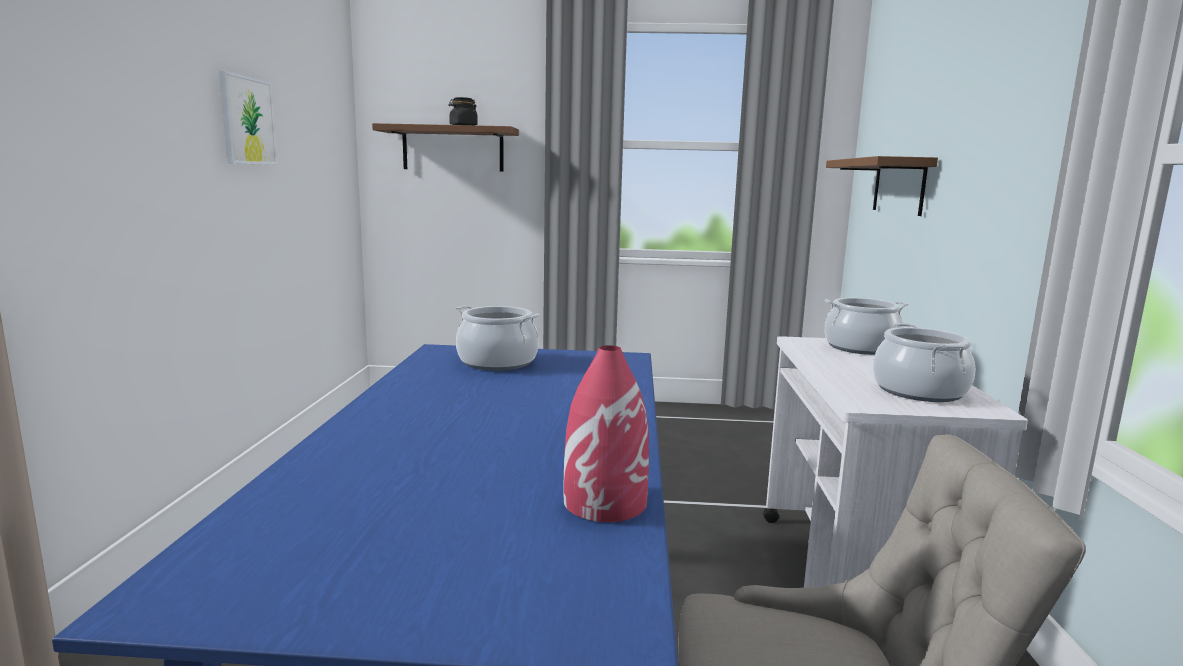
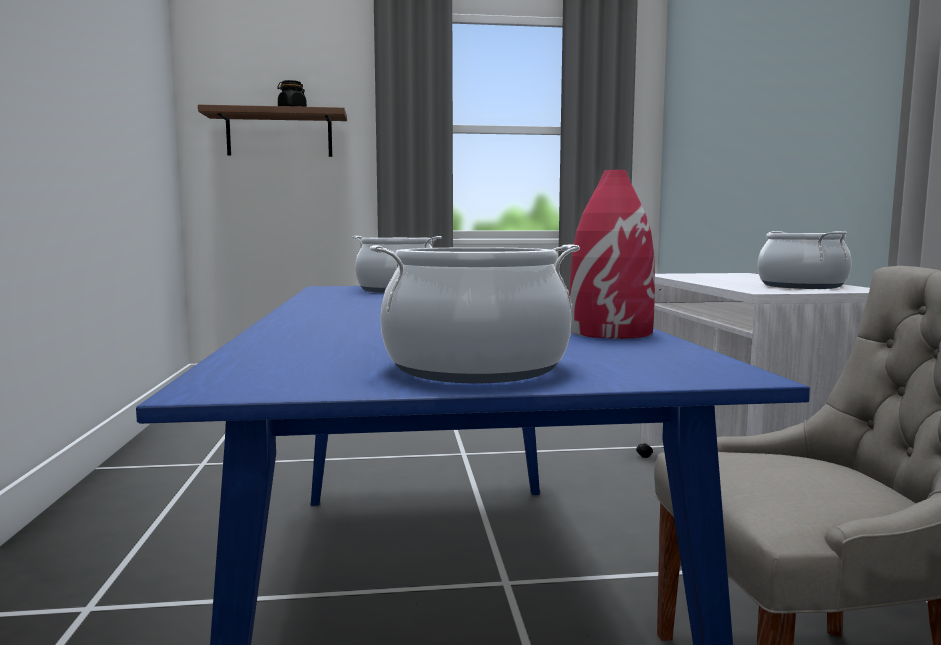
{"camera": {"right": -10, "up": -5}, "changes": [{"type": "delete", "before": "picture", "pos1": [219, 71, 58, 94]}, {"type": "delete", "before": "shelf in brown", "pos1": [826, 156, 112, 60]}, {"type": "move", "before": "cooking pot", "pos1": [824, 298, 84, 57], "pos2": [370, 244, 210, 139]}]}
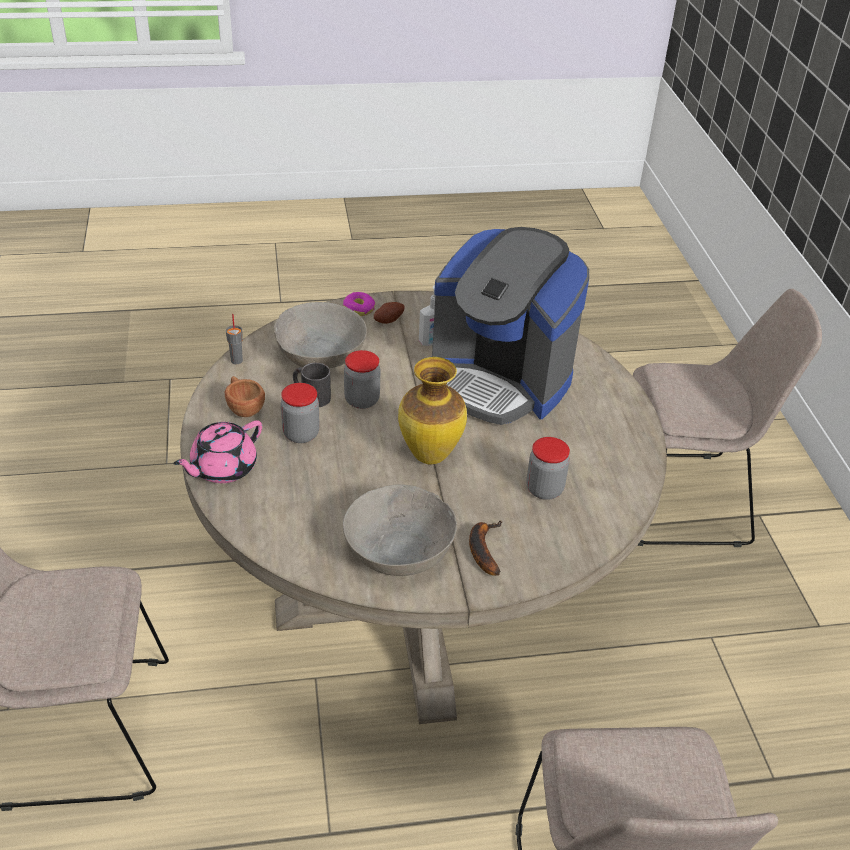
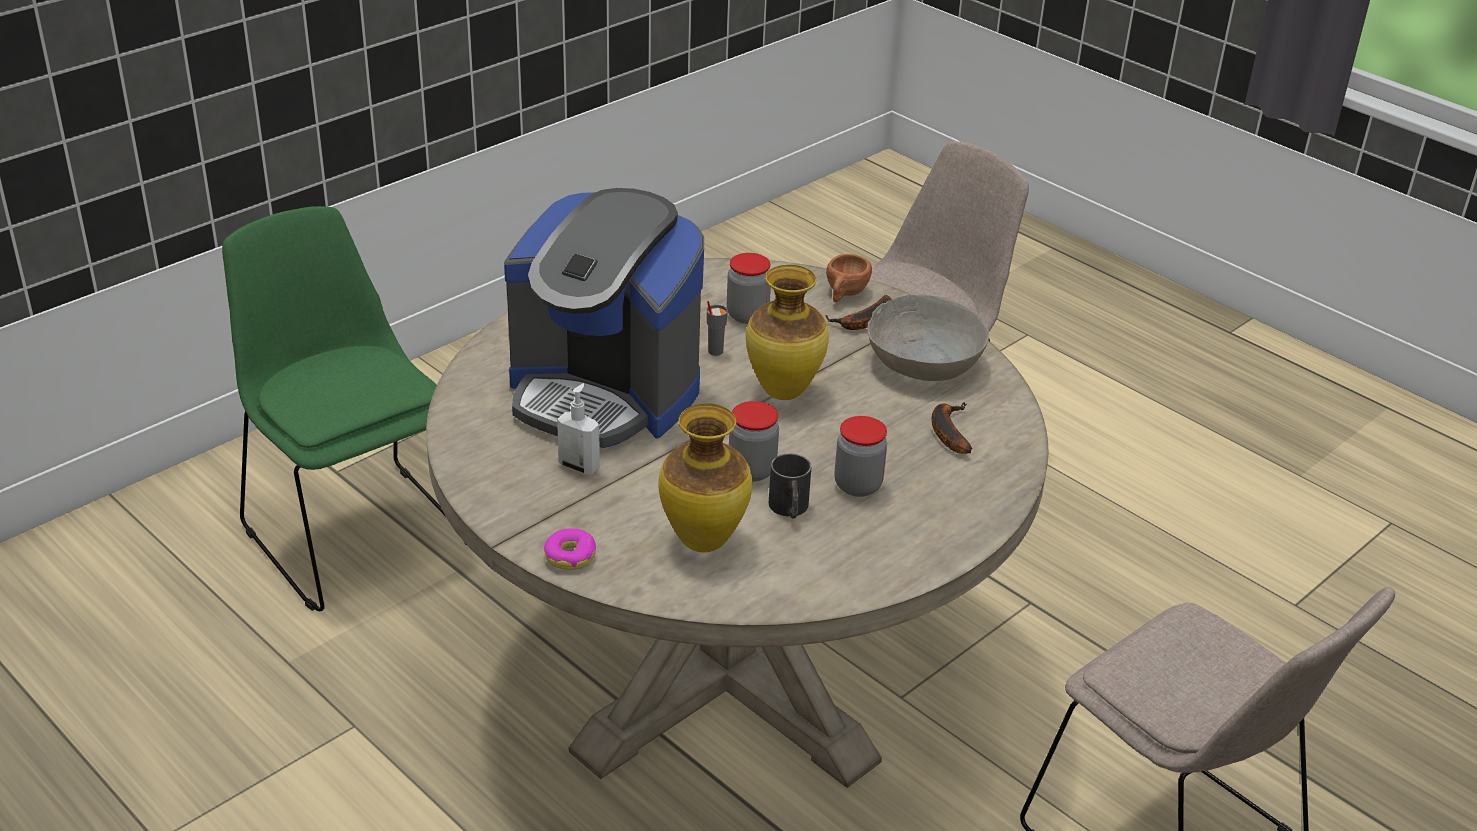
{"camera": {"right": -125, "up": -5}, "changes": [{"type": "delete", "before": "teapot in pink", "pos1": [173, 420, 89, 63]}, {"type": "delete", "before": "potato", "pos1": [374, 302, 31, 22]}, {"type": "insert", "after": "banana", "pos2": [932, 402, 40, 52]}, {"type": "move", "before": "cup in brown", "pos1": [225, 376, 40, 41], "pos2": [826, 254, 46, 48]}, {"type": "move", "before": "cup in grey", "pos1": [226, 314, 17, 50], "pos2": [707, 301, 21, 55]}, {"type": "replace", "before": "bowl in grey", "after": "vase", "pos1": [274, 302, 93, 66], "pos2": [658, 404, 94, 148]}, {"type": "recolor", "before": "chair in beige", "after": "chair in green", "pos1": [633, 289, 189, 258], "pos2": [222, 206, 244, 405]}, {"type": "rotate", "before": "coffee machine", "pos1": [432, 227, 157, 198], "pos2": [504, 188, 200, 260], "turn": 120}]}
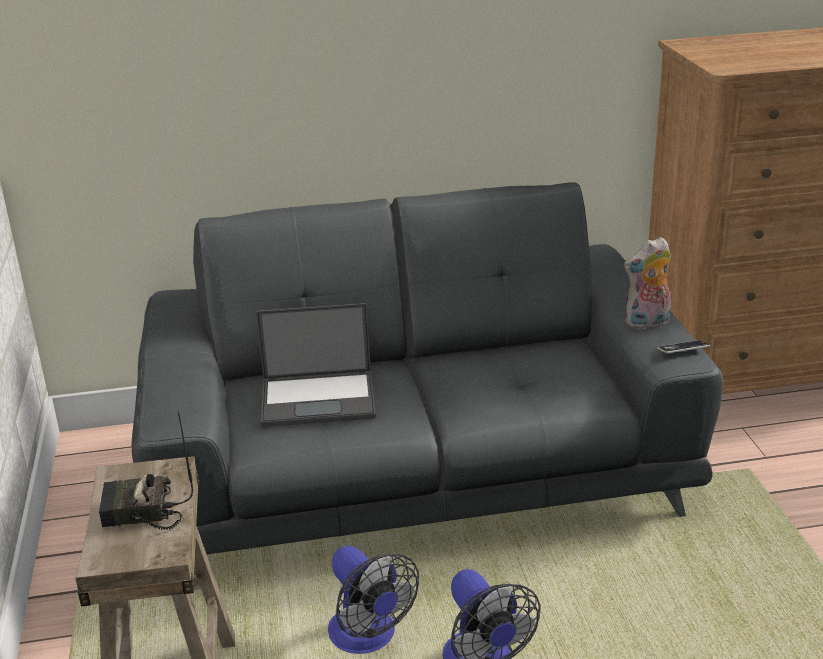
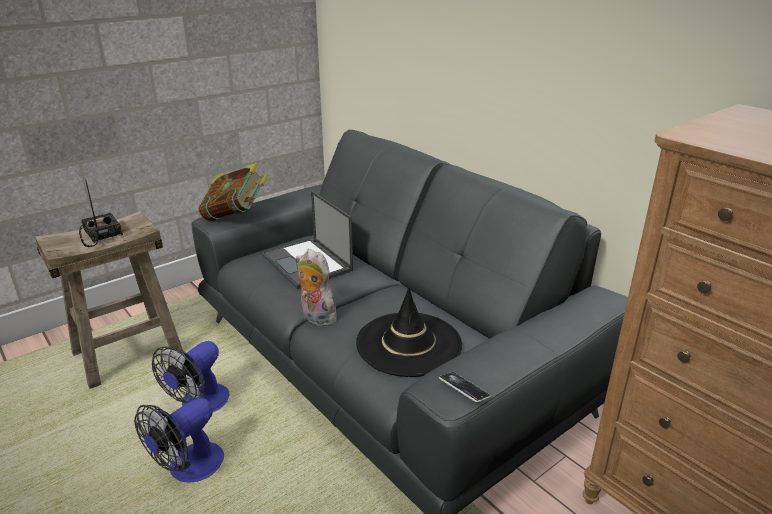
{"camera": {"right": 60, "up": 0}, "changes": [{"type": "insert", "after": "book", "pos2": [198, 163, 70, 58]}, {"type": "insert", "after": "hat in black", "pos2": [356, 287, 106, 90]}, {"type": "move", "before": "plush toy", "pos1": [624, 237, 47, 93], "pos2": [296, 249, 42, 78]}]}
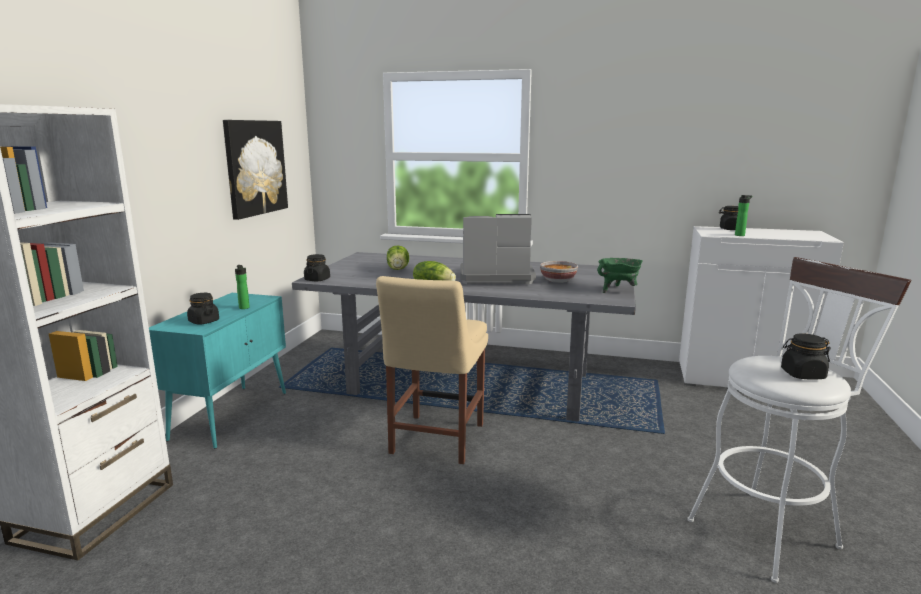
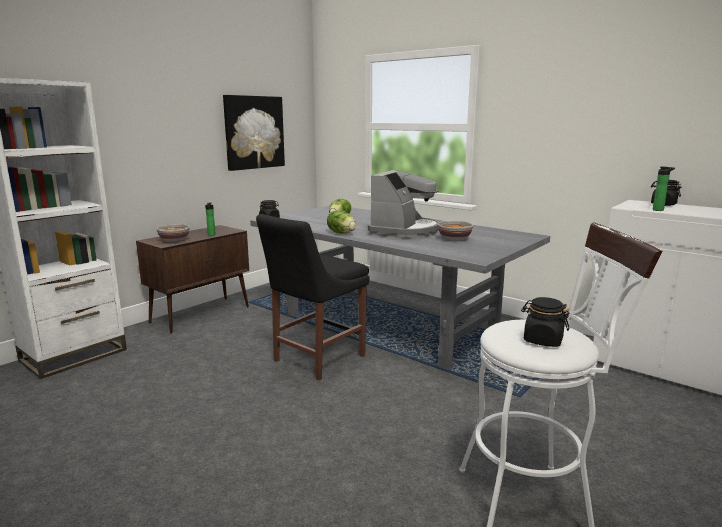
{"camera": {"right": 25, "up": 0}, "changes": [{"type": "delete", "before": "cooking pot in green", "pos1": [597, 258, 45, 35]}, {"type": "replace", "before": "jar in black", "after": "bowl", "pos1": [187, 293, 32, 32], "pos2": [157, 224, 33, 18]}, {"type": "recolor", "before": "cabinet in turquoise", "after": "cabinet in brown", "pos1": [149, 293, 137, 156], "pos2": [136, 225, 113, 109]}, {"type": "recolor", "before": "chair in beige", "after": "chair in black", "pos1": [376, 276, 112, 188], "pos2": [256, 214, 114, 166]}, {"type": "rotate", "before": "coffee machine", "pos1": [460, 214, 76, 70], "pos2": [368, 170, 72, 68], "turn": 90}]}
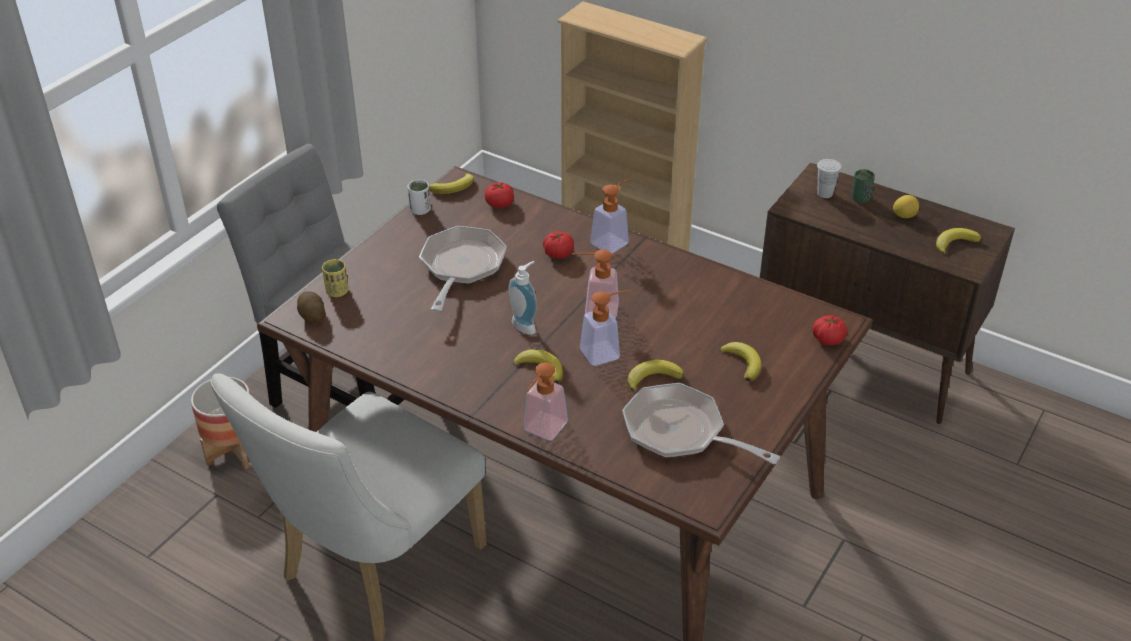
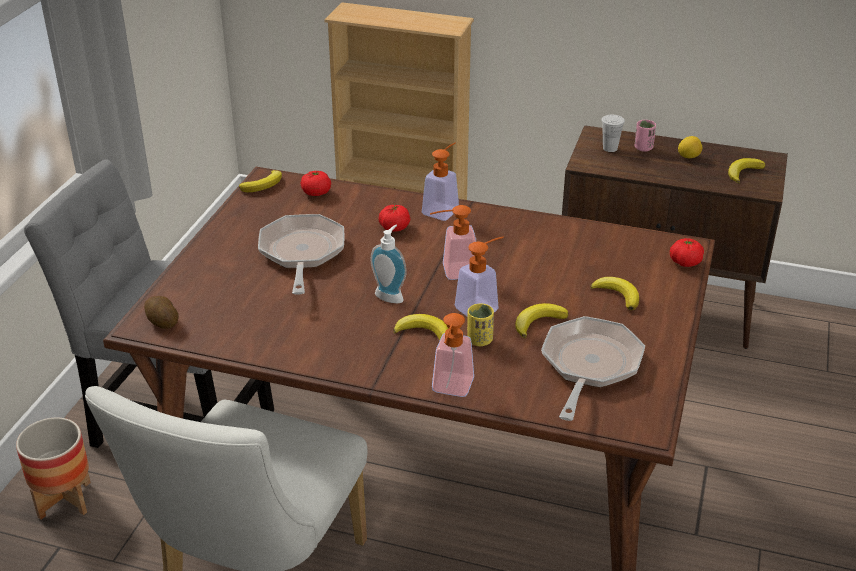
{"camera": {"right": -15, "up": -5}, "changes": [{"type": "delete", "before": "cup in white", "pos1": [408, 180, 23, 35]}, {"type": "move", "before": "cup in yellow", "pos1": [322, 259, 27, 38], "pos2": [467, 304, 27, 42]}, {"type": "recolor", "before": "cup in green", "after": "cup in pink", "pos1": [851, 169, 24, 34], "pos2": [635, 120, 21, 32]}, {"type": "rotate", "before": "frying pan", "pos1": [622, 383, 158, 81], "pos2": [541, 316, 104, 105], "turn": 90}]}
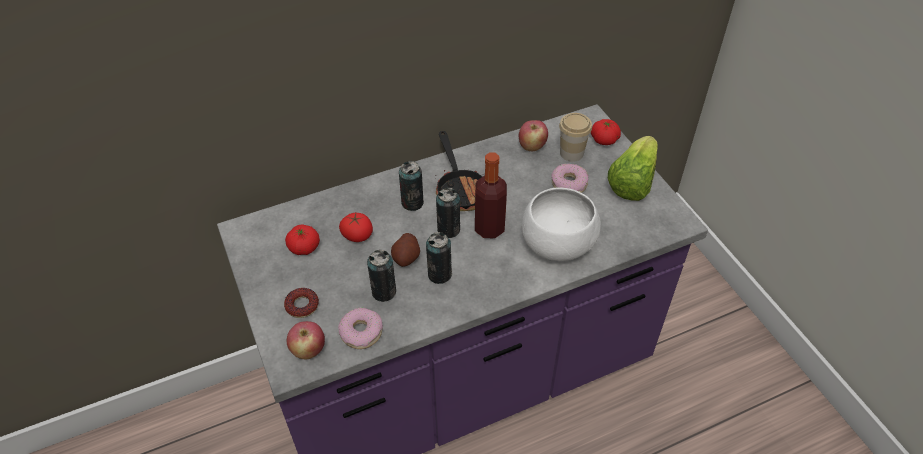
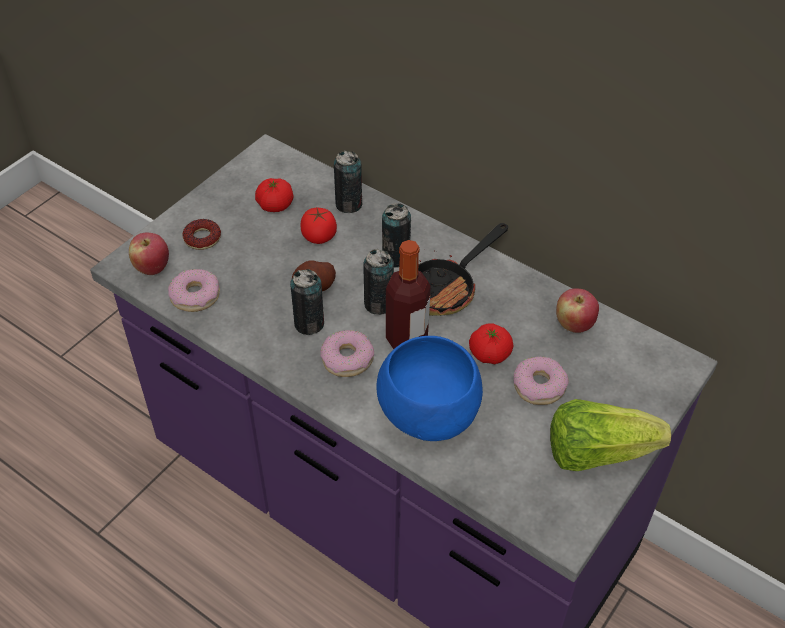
{"camera": {"right": 60, "up": 0}, "changes": [{"type": "delete", "before": "cup", "pos1": [559, 113, 33, 49]}, {"type": "insert", "after": "donut", "pos2": [320, 330, 54, 47]}, {"type": "move", "before": "can", "pos1": [367, 250, 29, 52], "pos2": [334, 150, 29, 63]}, {"type": "move", "before": "tomato", "pos1": [591, 119, 30, 26], "pos2": [469, 324, 45, 40]}, {"type": "recolor", "before": "bowl in white", "after": "bowl in blue", "pos1": [522, 187, 79, 74], "pos2": [377, 336, 106, 105]}]}
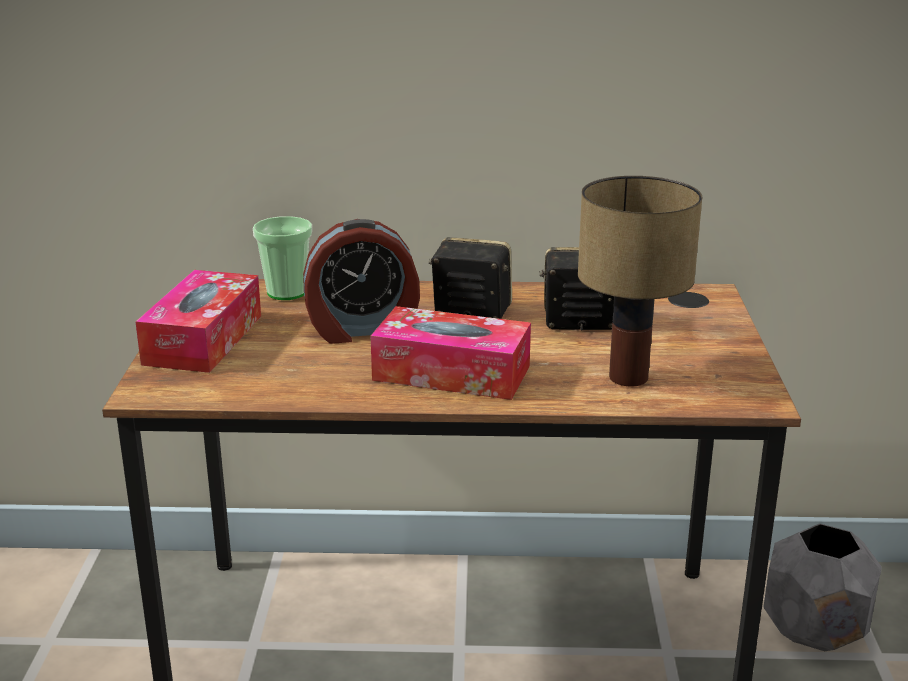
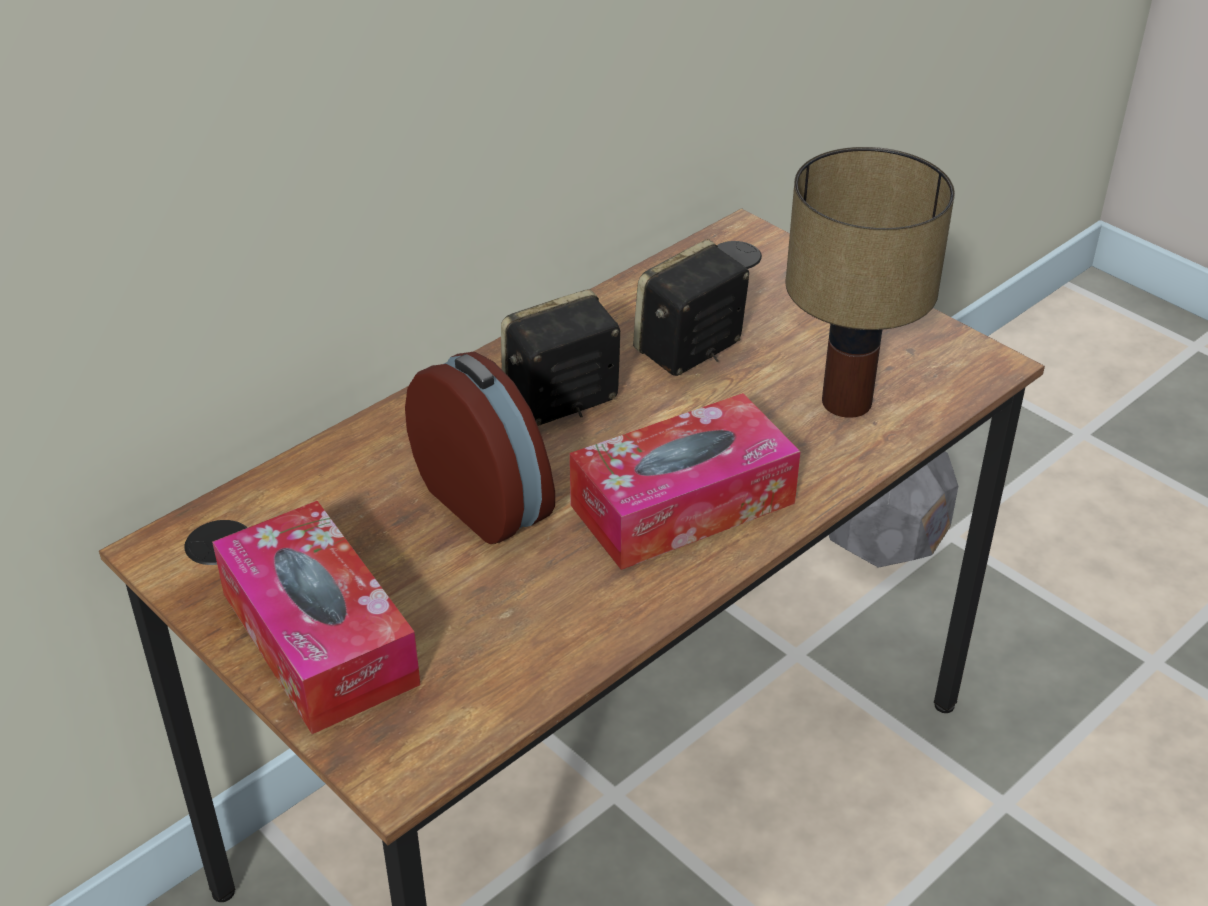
{"camera": {"right": -45, "up": 15}, "changes": [{"type": "delete", "before": "cup", "pos1": [253, 216, 59, 84]}, {"type": "rotate", "before": "alarm clock", "pos1": [303, 219, 117, 125], "pos2": [405, 352, 150, 192], "turn": -75}]}
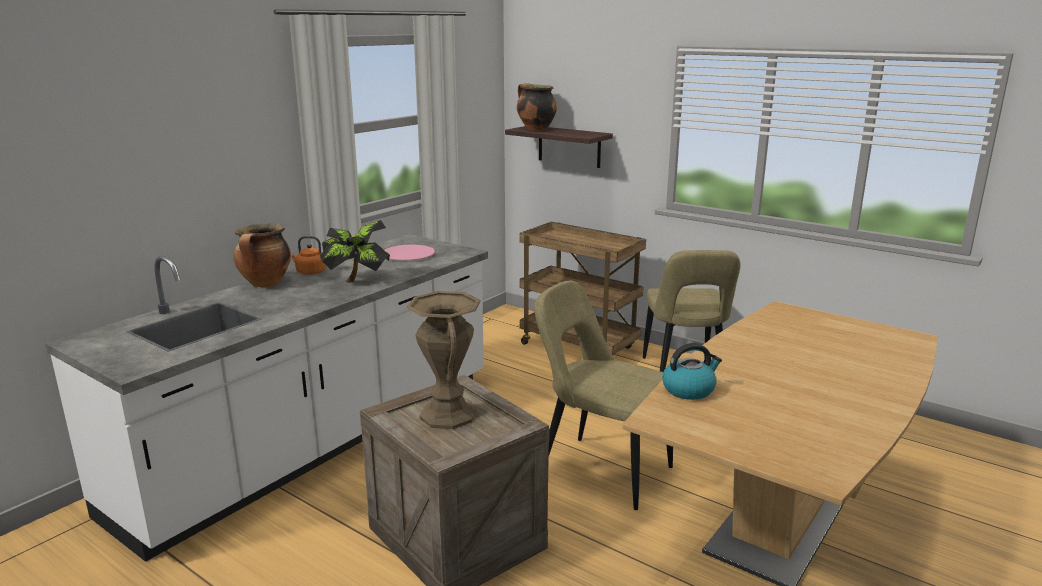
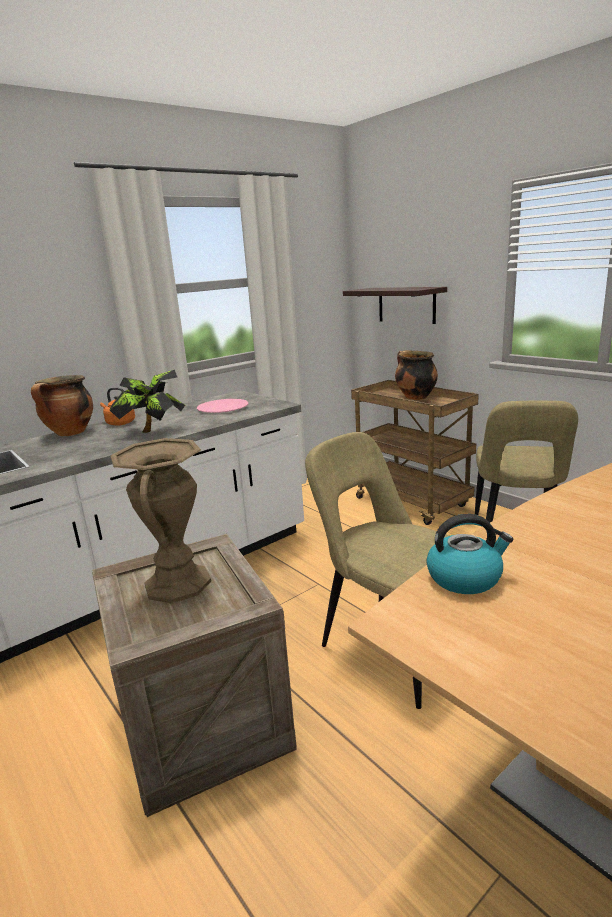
{"camera": {"right": 15, "up": 0}, "changes": [{"type": "move", "before": "cooking pot", "pos1": [517, 83, 40, 48], "pos2": [395, 350, 43, 50]}]}
